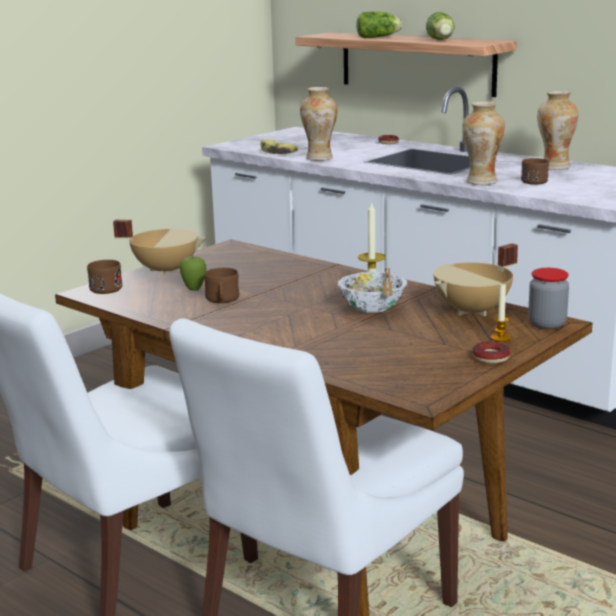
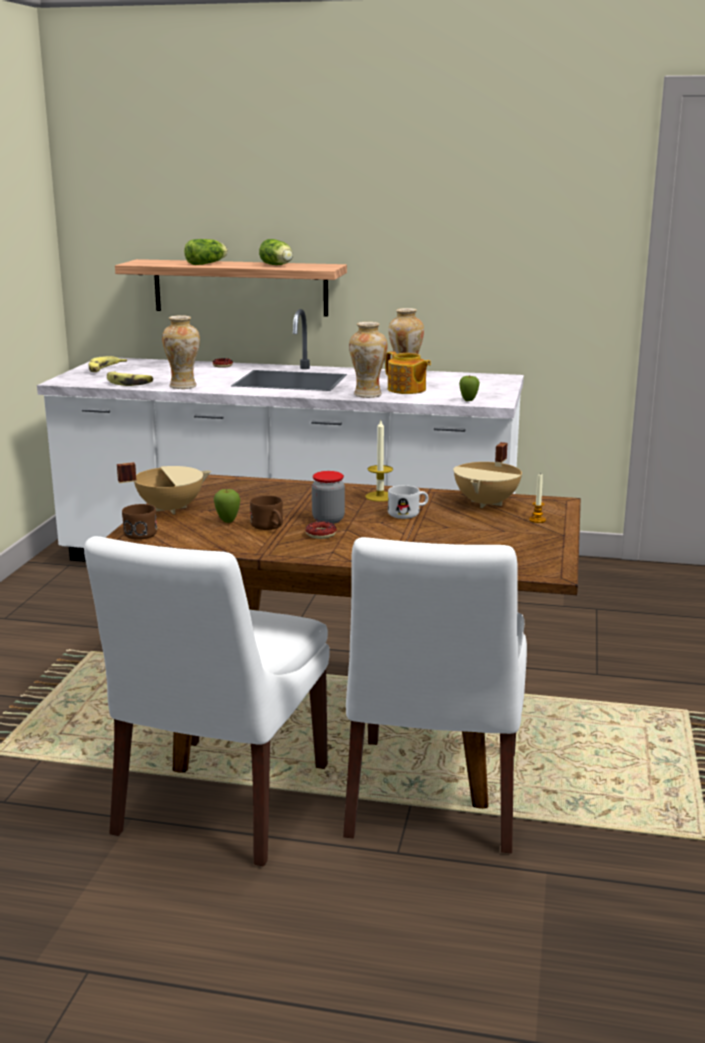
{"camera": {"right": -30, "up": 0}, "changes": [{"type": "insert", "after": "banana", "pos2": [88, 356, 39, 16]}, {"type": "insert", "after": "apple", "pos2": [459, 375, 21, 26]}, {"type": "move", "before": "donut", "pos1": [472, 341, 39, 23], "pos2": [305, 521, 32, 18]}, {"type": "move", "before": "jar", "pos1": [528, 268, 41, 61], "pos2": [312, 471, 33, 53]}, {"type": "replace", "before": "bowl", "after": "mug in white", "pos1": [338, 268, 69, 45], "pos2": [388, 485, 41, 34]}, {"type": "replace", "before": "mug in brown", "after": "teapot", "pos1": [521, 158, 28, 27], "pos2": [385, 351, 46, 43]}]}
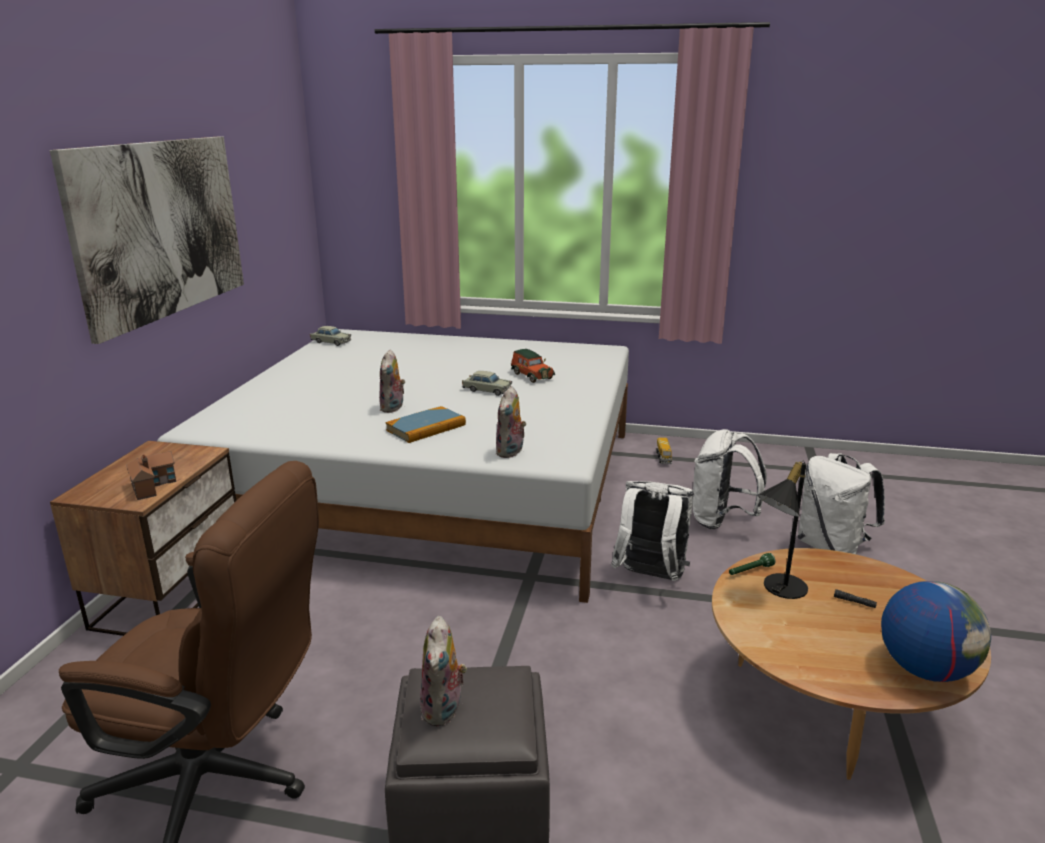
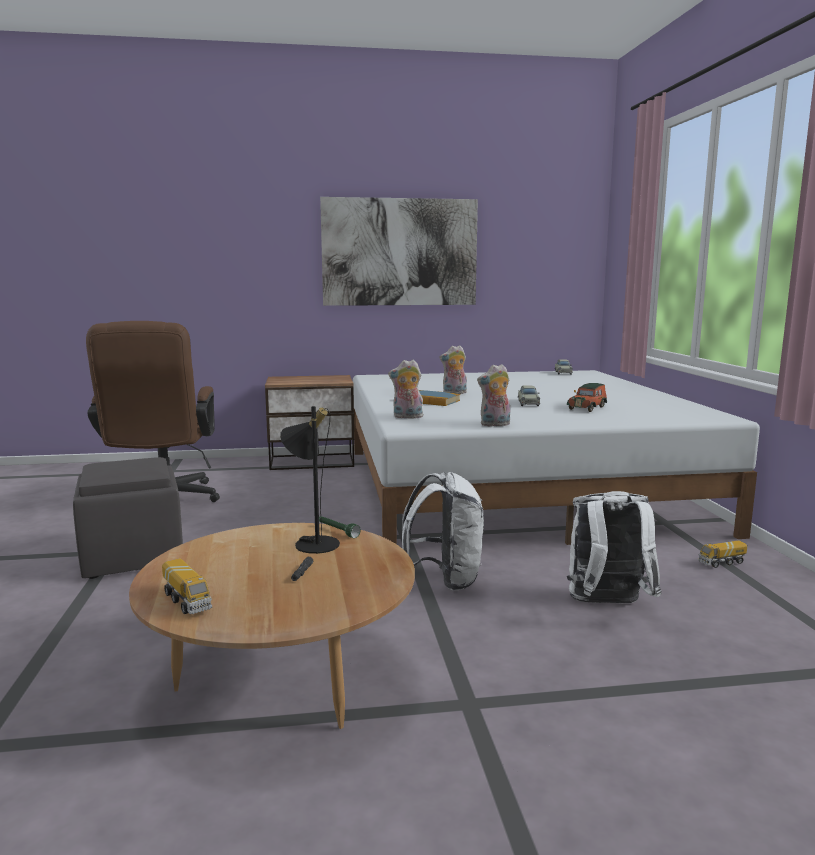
{"camera": {"right": 70, "up": -10}, "changes": [{"type": "delete", "before": "toy house", "pos1": [126, 451, 50, 49]}, {"type": "delete", "before": "backpack in white", "pos1": [797, 453, 88, 101]}, {"type": "move", "before": "plush toy", "pos1": [420, 616, 47, 110], "pos2": [477, 364, 33, 63]}, {"type": "replace", "before": "globe", "after": "toy truck", "pos1": [881, 581, 110, 101], "pos2": [162, 558, 50, 56]}]}
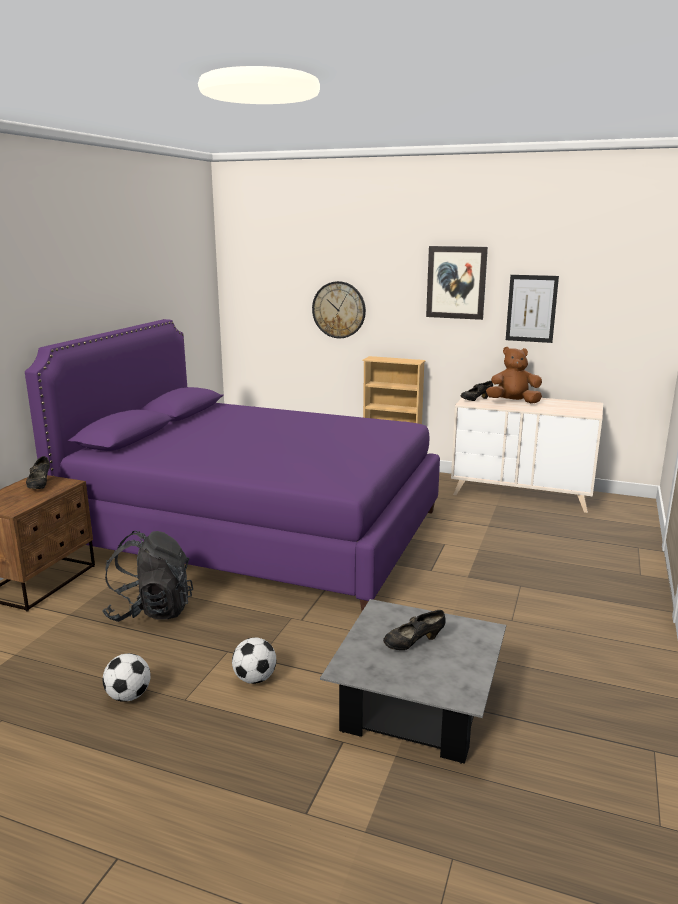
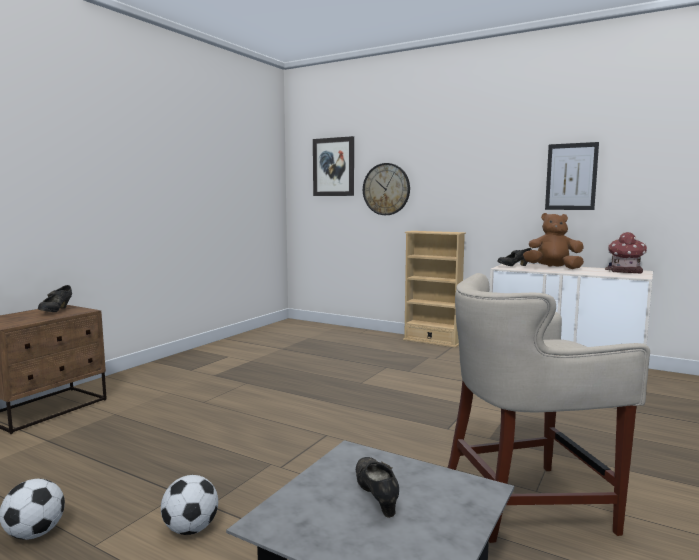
{"camera": {"right": 10, "up": -10}, "changes": [{"type": "delete", "before": "bed in purple", "pos1": [25, 319, 415, 292]}, {"type": "delete", "before": "backpack in black", "pos1": [102, 531, 91, 91]}, {"type": "insert", "after": "stool in beige", "pos2": [448, 273, 202, 270]}, {"type": "insert", "after": "toy house", "pos2": [605, 232, 42, 41]}, {"type": "move", "before": "picture", "pos1": [426, 246, 62, 74], "pos2": [313, 136, 41, 60]}, {"type": "rotate", "before": "shoe in black", "pos1": [383, 610, 63, 40], "pos2": [356, 457, 43, 61], "turn": 90}]}
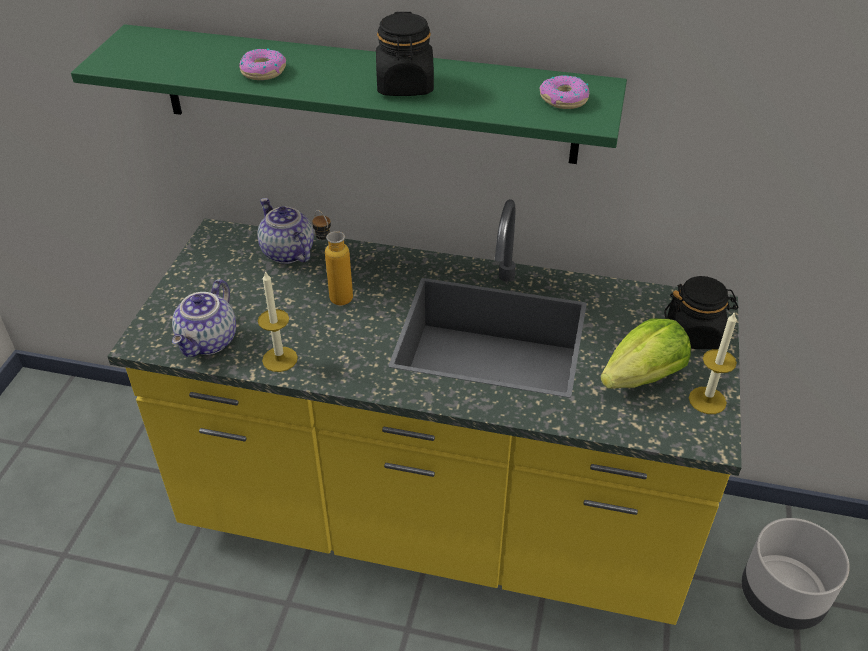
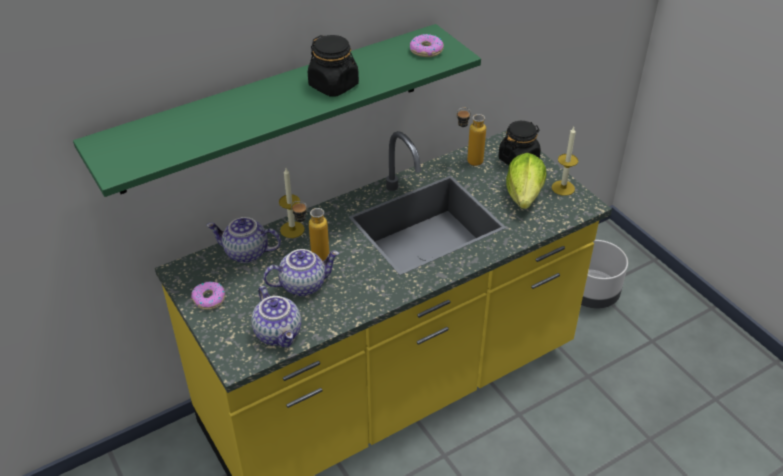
{"camera": {"right": -45, "up": 0}, "changes": [{"type": "insert", "after": "teapot", "pos2": [263, 249, 76, 47]}, {"type": "insert", "after": "bottle", "pos2": [456, 108, 30, 58]}, {"type": "move", "before": "donut", "pos1": [239, 48, 47, 32], "pos2": [191, 281, 34, 29]}, {"type": "move", "before": "candle", "pos1": [258, 271, 40, 101], "pos2": [279, 168, 26, 70]}]}
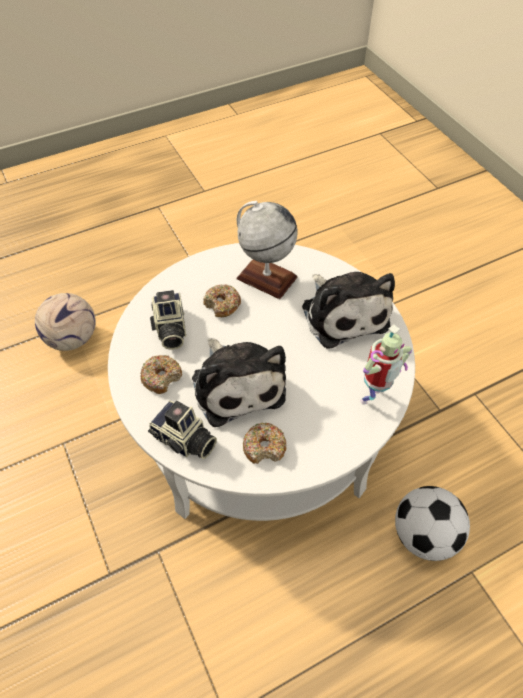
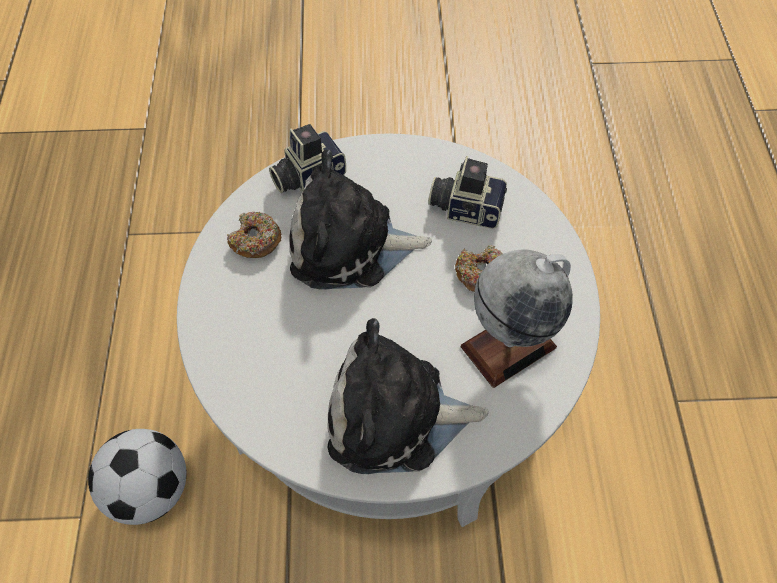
{"camera": {"right": 115, "up": 5}, "changes": [{"type": "delete", "before": "football", "pos1": [35, 293, 61, 58]}, {"type": "delete", "before": "donut", "pos1": [140, 355, 42, 39]}, {"type": "delete", "before": "toy robot", "pos1": [360, 324, 52, 81]}]}
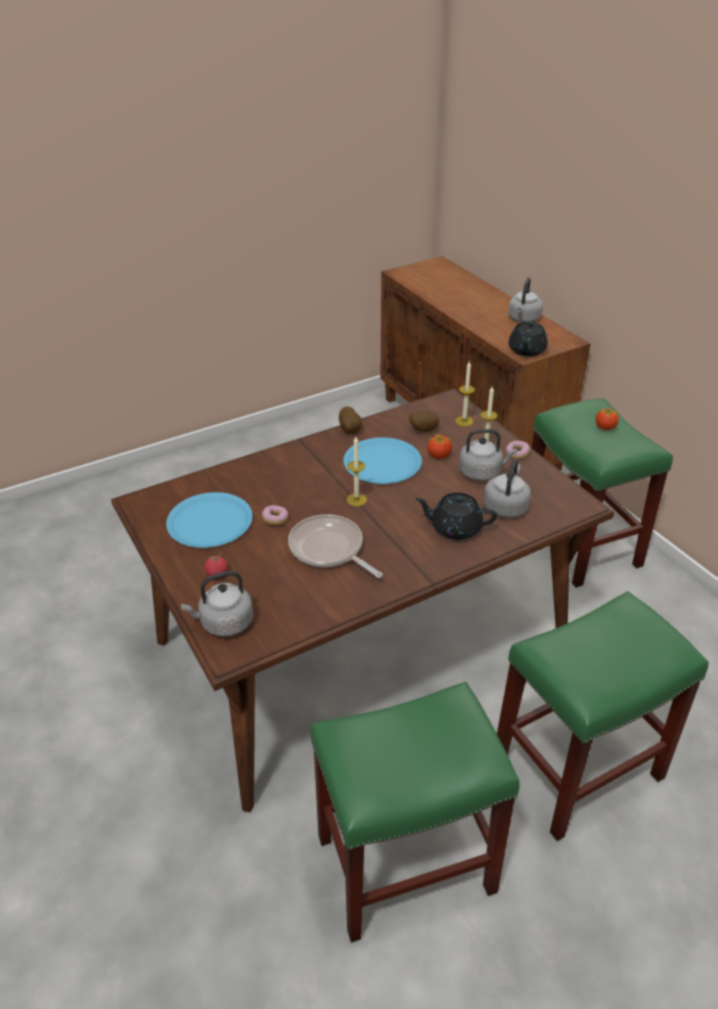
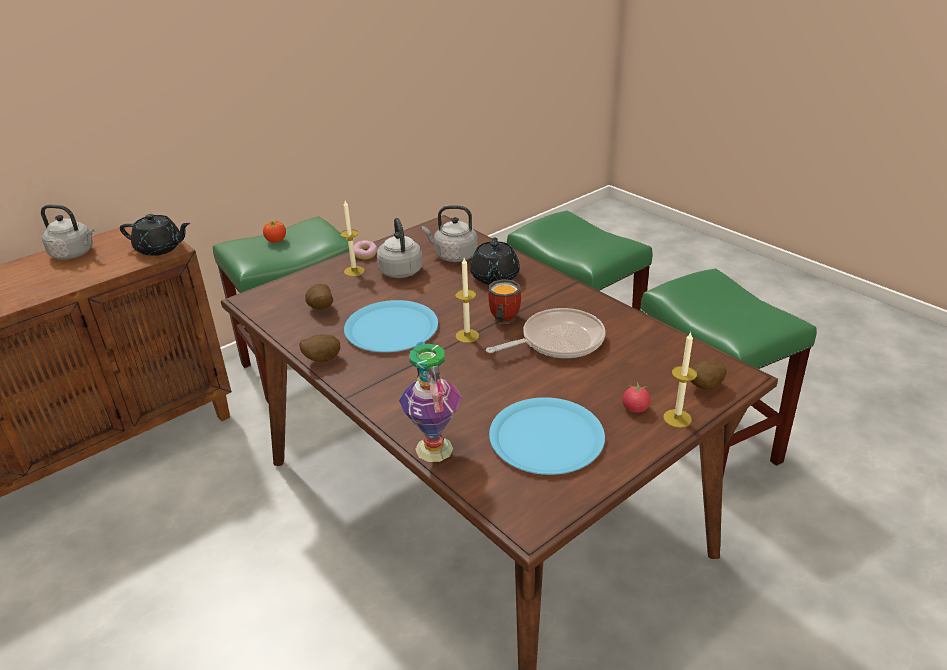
{"camera": {"right": -100, "up": -5}, "changes": [{"type": "delete", "before": "donut", "pos1": [262, 505, 26, 20]}, {"type": "delete", "before": "tomato", "pos1": [427, 433, 25, 26]}, {"type": "insert", "after": "vase", "pos2": [399, 342, 63, 120]}, {"type": "insert", "after": "mug", "pos2": [488, 279, 33, 45]}, {"type": "move", "before": "candle", "pos1": [455, 362, 20, 64], "pos2": [663, 331, 34, 97]}, {"type": "replace", "before": "kettle in grey", "after": "potato", "pos1": [181, 571, 72, 66], "pos2": [690, 359, 37, 30]}, {"type": "rotate", "before": "frying pan", "pos1": [288, 514, 95, 64], "pos2": [486, 308, 120, 50], "turn": -150}]}
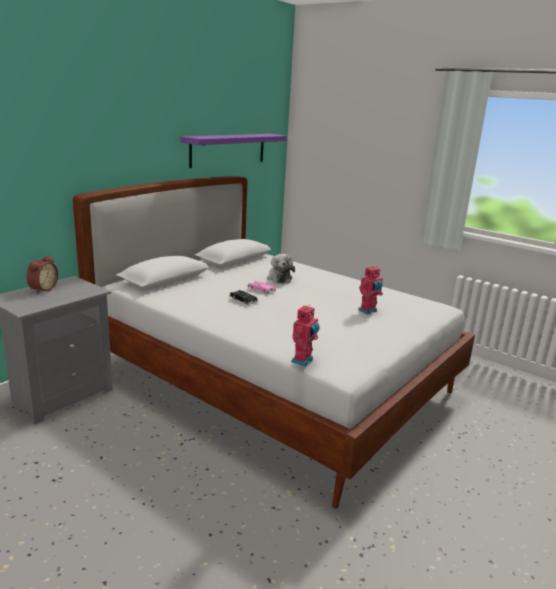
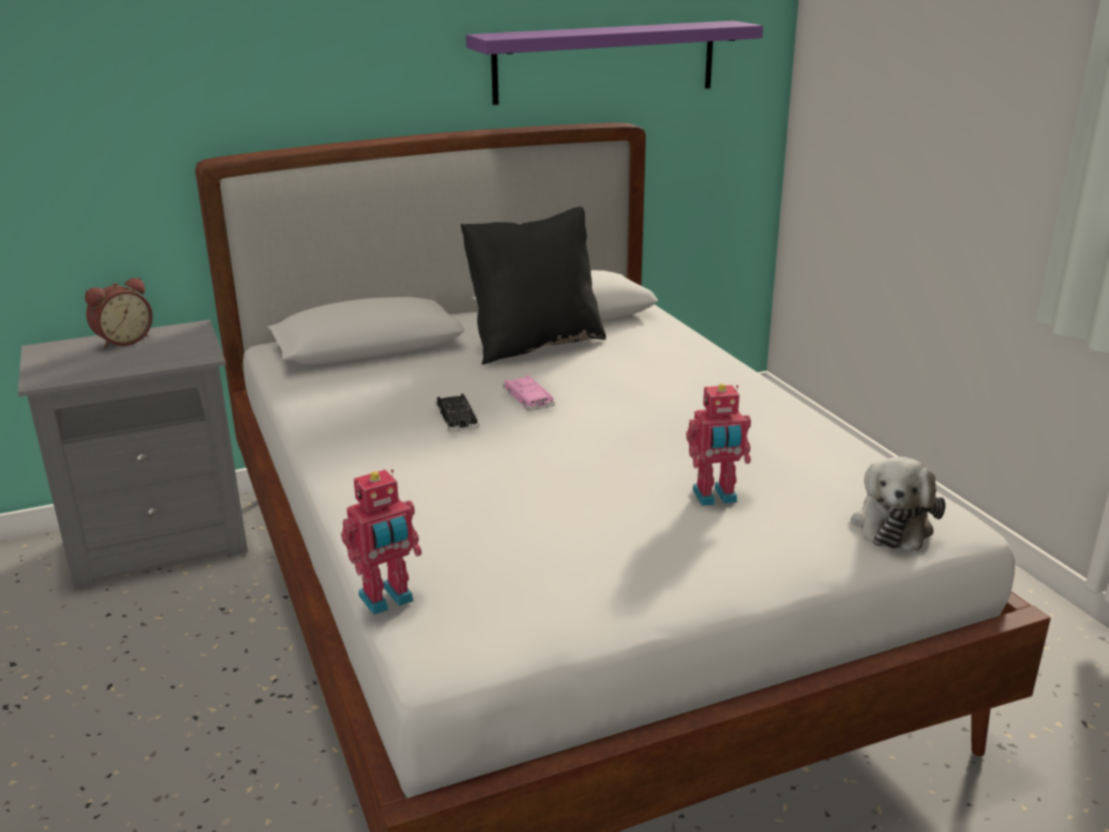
{"camera": {"right": 30, "up": 5}, "changes": [{"type": "insert", "after": "pillow in black", "pos2": [461, 207, 145, 158]}, {"type": "move", "before": "plush toy", "pos1": [267, 254, 28, 29], "pos2": [851, 457, 94, 94]}]}
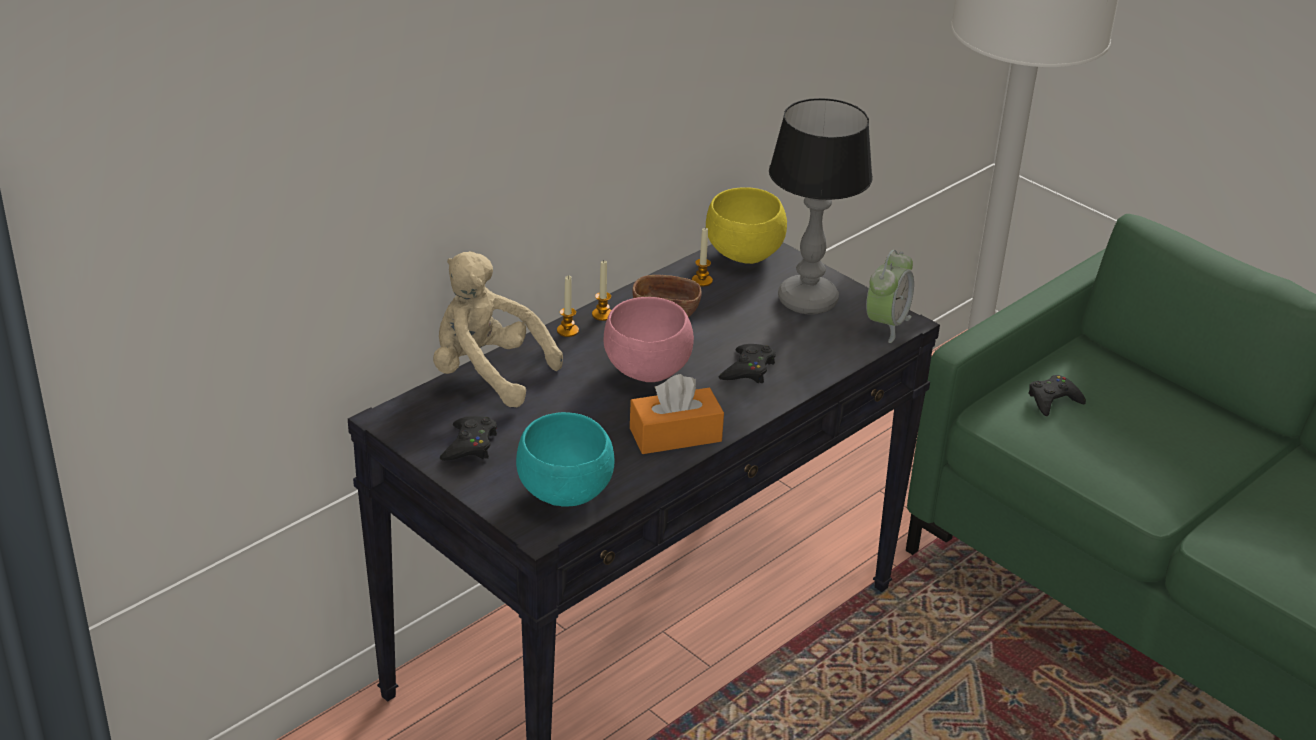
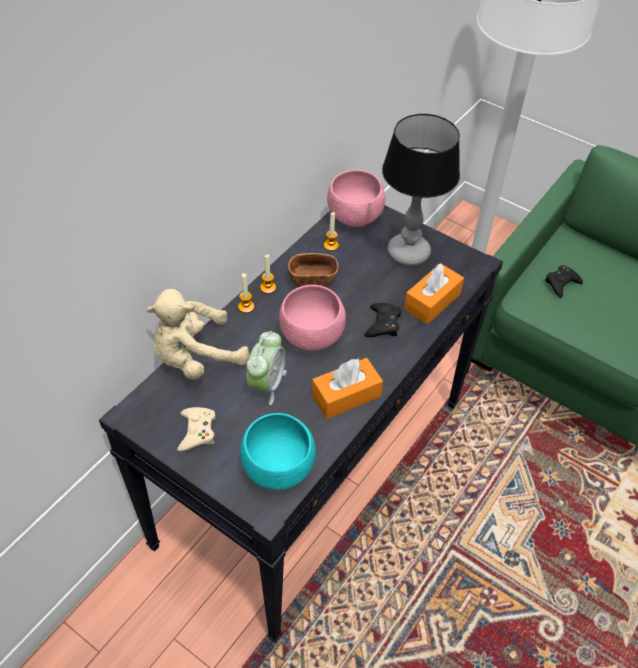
{"camera": {"right": -10, "up": 15}, "changes": [{"type": "insert", "after": "tissue box in orange", "pos2": [404, 263, 60, 61]}, {"type": "move", "before": "alarm clock", "pos1": [866, 250, 48, 93], "pos2": [246, 331, 41, 74]}, {"type": "recolor", "before": "game controller in black", "after": "game controller in beige", "pos1": [440, 416, 57, 45], "pos2": [177, 407, 39, 44]}, {"type": "recolor", "before": "bowl in yellow", "after": "bowl in pink", "pos1": [706, 187, 81, 77], "pos2": [327, 170, 58, 57]}, {"type": "rotate", "before": "plush toy in beige", "pos1": [433, 251, 130, 156], "pos2": [146, 289, 104, 91], "turn": -45}]}
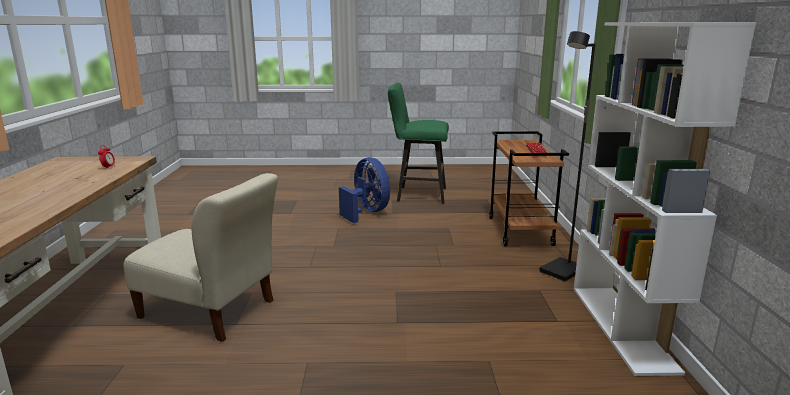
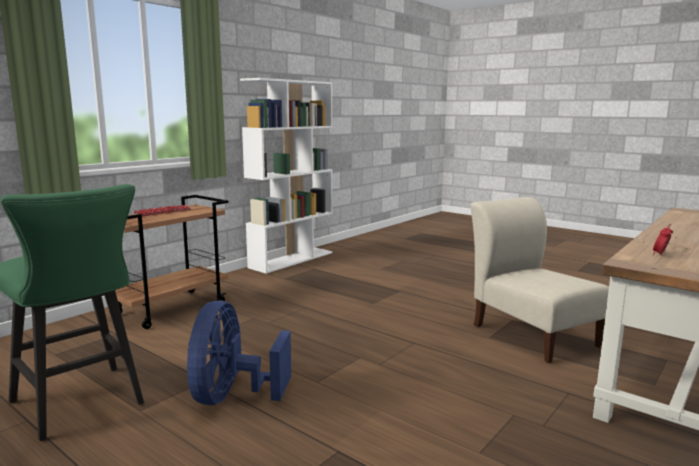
{"camera": {"right": -140, "up": -5}, "changes": [{"type": "delete", "before": "floor lamp in black", "pos1": [539, 31, 56, 251]}]}
